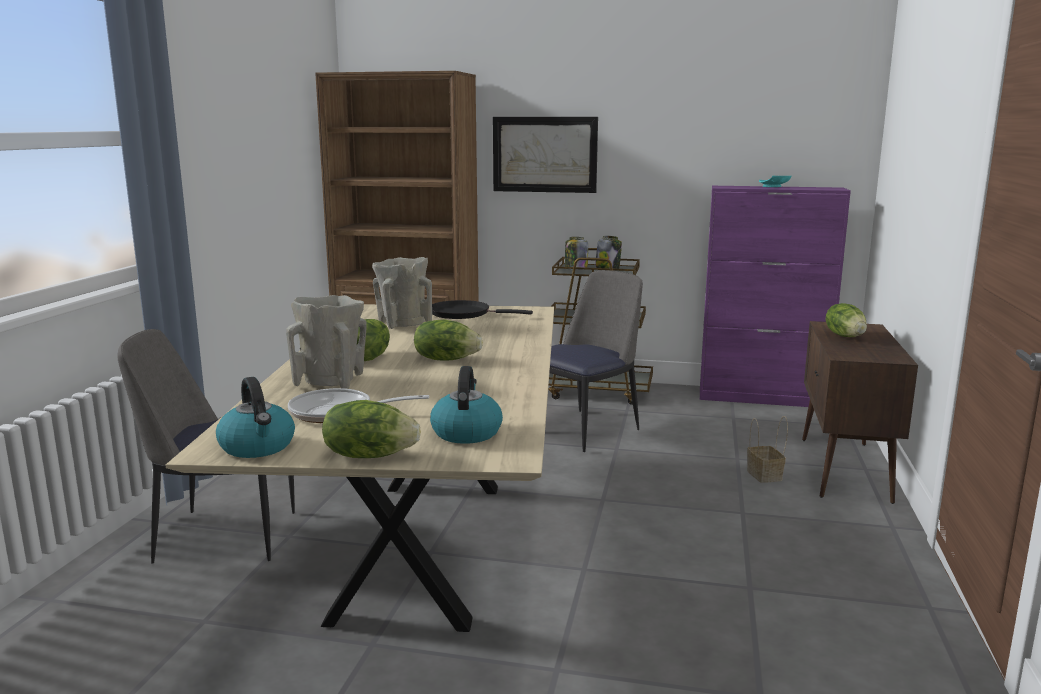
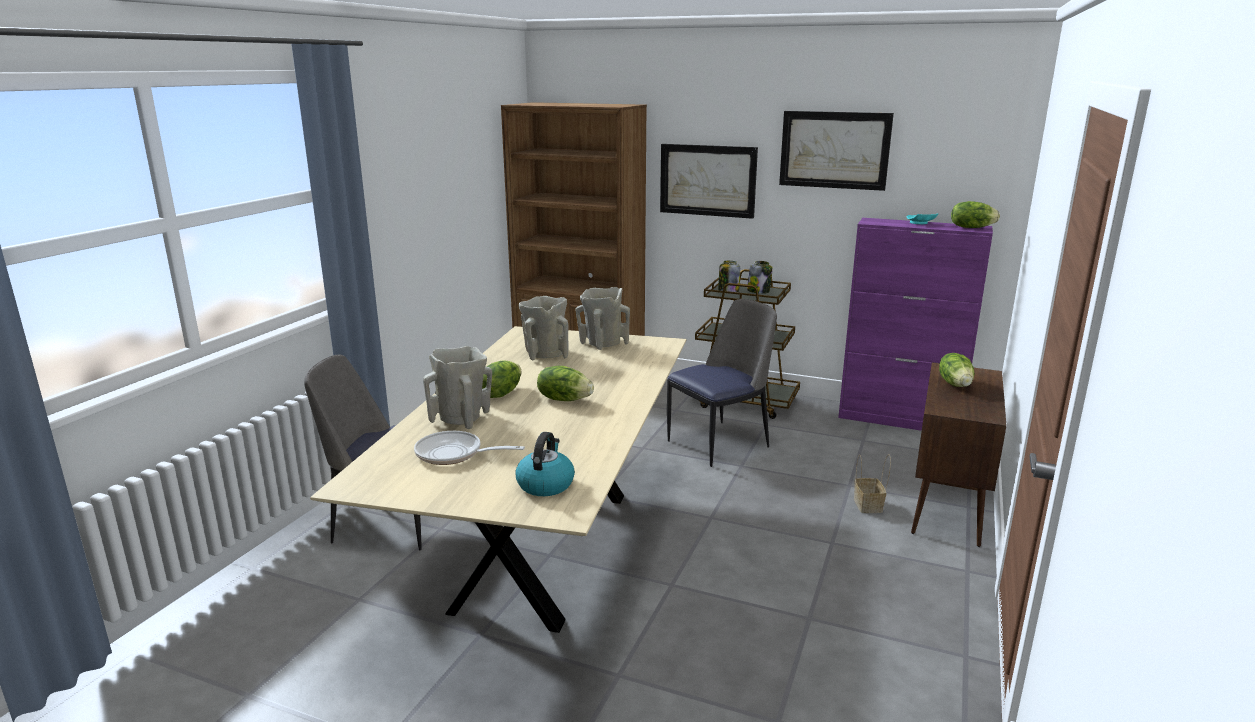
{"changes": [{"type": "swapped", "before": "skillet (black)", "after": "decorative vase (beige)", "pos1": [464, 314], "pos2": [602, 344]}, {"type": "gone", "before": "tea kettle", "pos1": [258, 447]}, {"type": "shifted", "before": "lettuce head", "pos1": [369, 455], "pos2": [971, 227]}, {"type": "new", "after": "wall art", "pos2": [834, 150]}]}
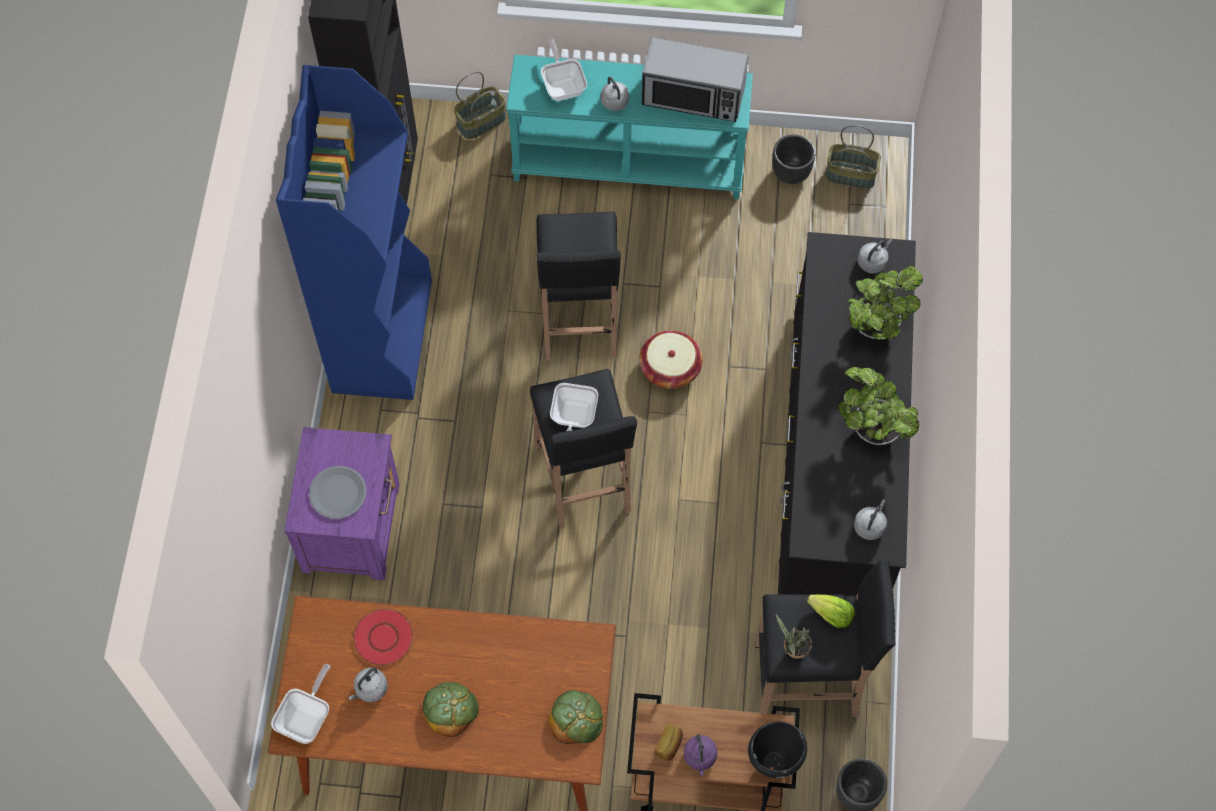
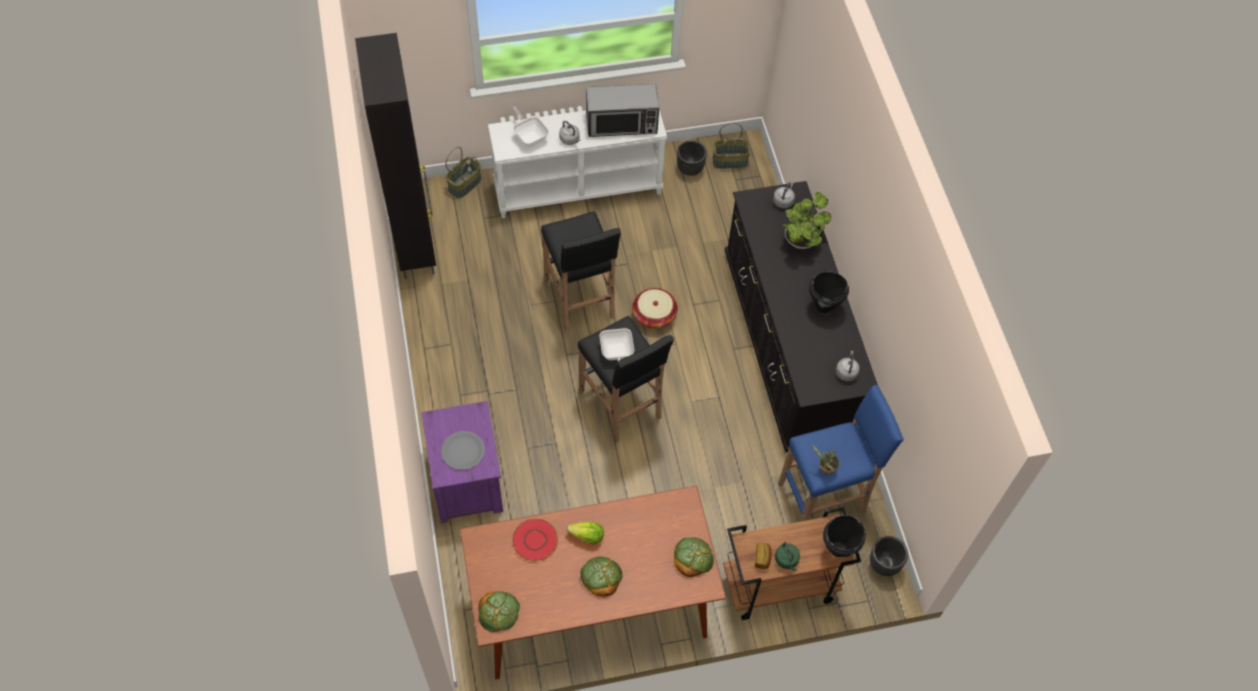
{"changes": [{"type": "repainted", "before": "console table (blue-green)", "after": "console table (white-coloured)", "pos1": [629, 163], "pos2": [578, 188]}, {"type": "gone", "before": "bookshelf (bluish)", "pos1": [382, 335]}, {"type": "swapped", "before": "plant in a pot", "after": "saucepot (black)", "pos1": [873, 427], "pos2": [824, 307]}, {"type": "repainted", "before": "sitting stool (black)", "after": "sitting stool (bluish)", "pos1": [809, 680], "pos2": [824, 497]}, {"type": "shifted", "before": "lettuce head", "pos1": [831, 615], "pos2": [587, 536]}, {"type": "swapped", "before": "skillet", "after": "bakery bread", "pos1": [307, 717], "pos2": [498, 612]}, {"type": "gone", "before": "tea kettle (greyish)", "pos1": [370, 690]}, {"type": "repainted", "before": "tea kettle (purple)", "after": "tea kettle (green-coloured)", "pos1": [700, 757], "pos2": [787, 560]}]}
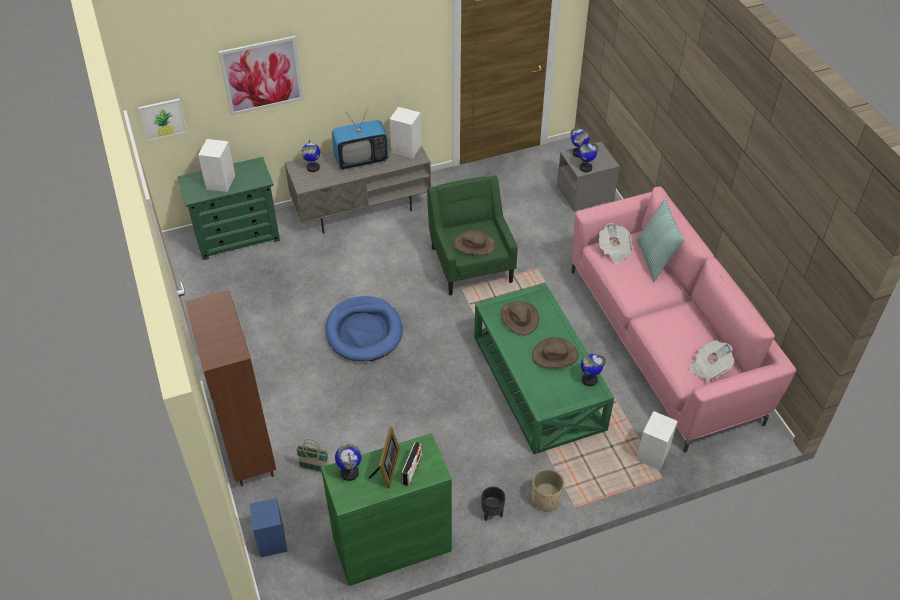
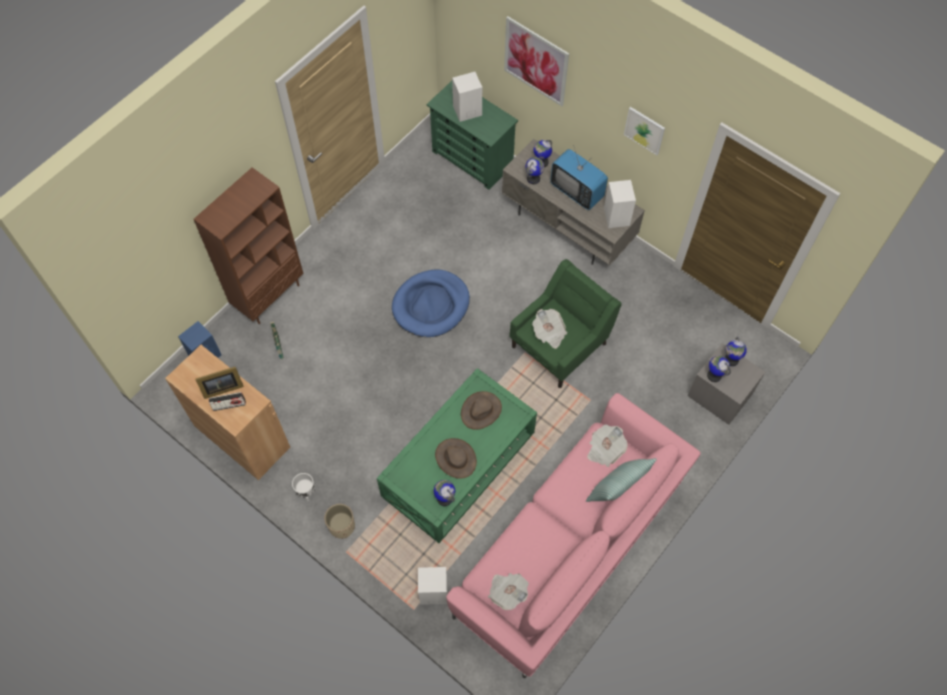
{"changes": [{"type": "shifted", "before": "wall art", "pos1": [163, 119], "pos2": [644, 130]}, {"type": "swapped", "before": "wearable hat (brownish)", "after": "printed paper", "pos1": [474, 245], "pos2": [549, 333]}, {"type": "repainted", "before": "storage cabinet (green-coloured)", "after": "storage cabinet (brownish)", "pos1": [392, 545], "pos2": [242, 436]}, {"type": "shifted", "before": "desk globe", "pos1": [350, 472], "pos2": [533, 179]}, {"type": "repainted", "before": "flower pot (black)", "after": "flower pot (white-coloured)", "pos1": [491, 514], "pos2": [306, 492]}]}
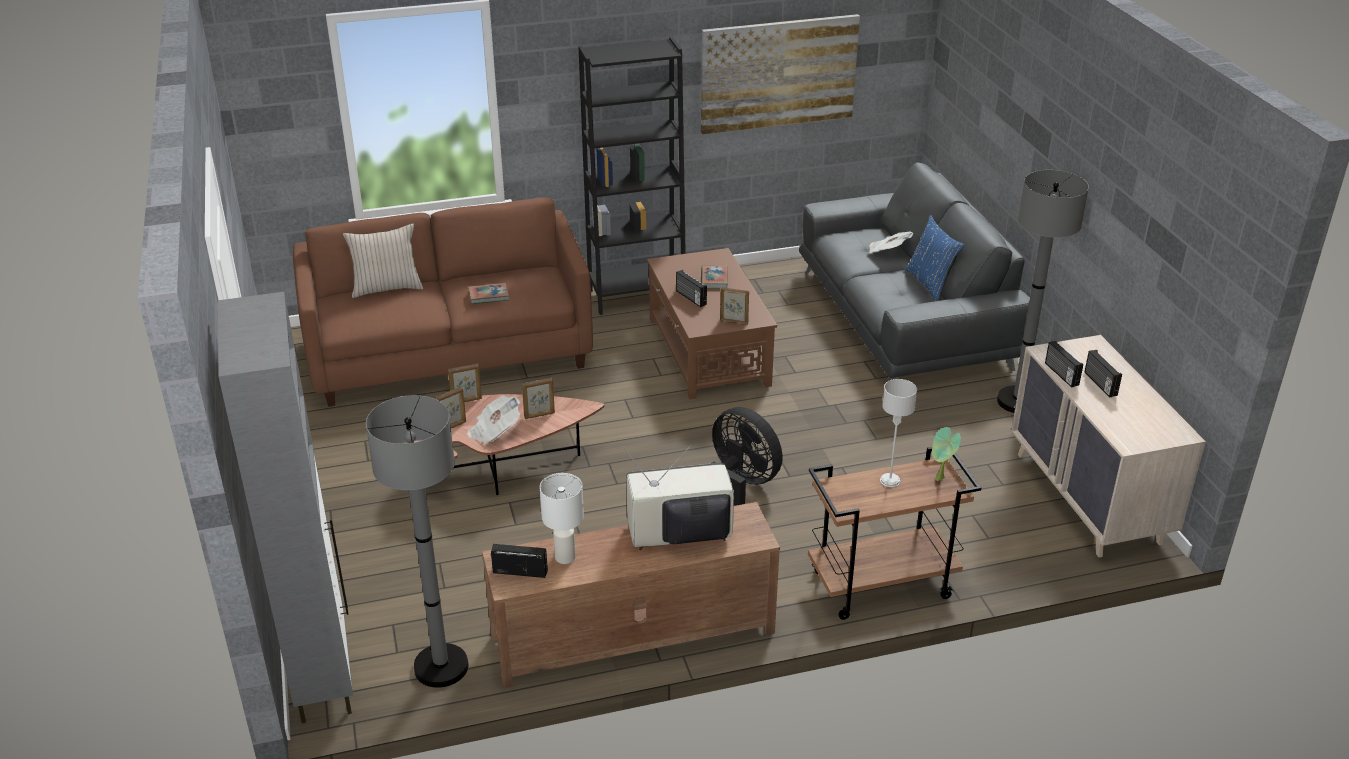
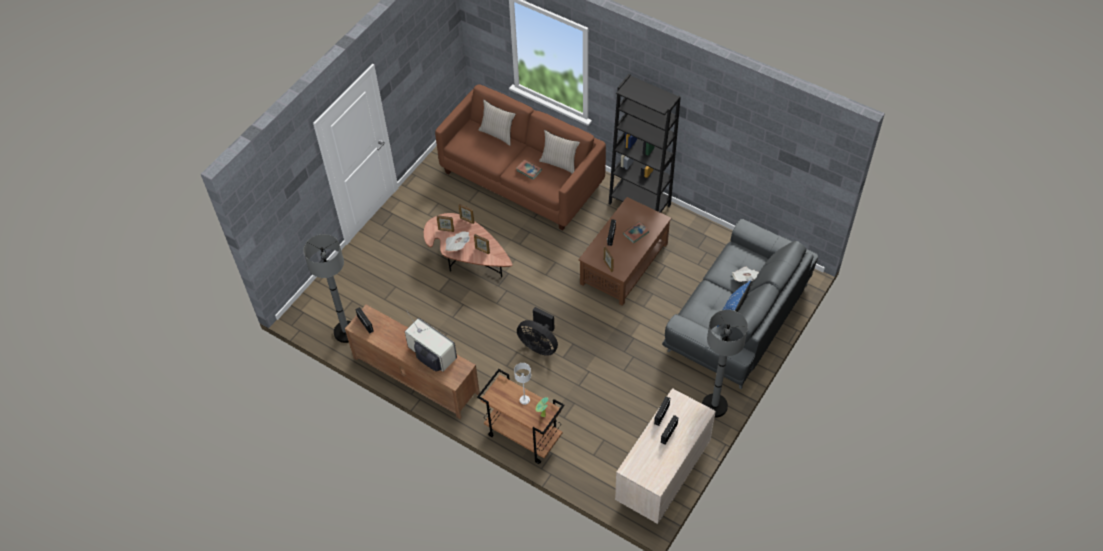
{"changes": [{"type": "gone", "before": "wall art", "pos1": [778, 73]}, {"type": "gone", "before": "storage cabinet (greyish)", "pos1": [323, 675]}, {"type": "rotated", "before": "fan (black)", "pos1": [740, 484], "pos2": [539, 344], "turn": 120}, {"type": "gone", "before": "table lamp (white-coloured)", "pos1": [566, 557]}, {"type": "new", "after": "throw pillow (beige)", "pos2": [559, 163]}]}
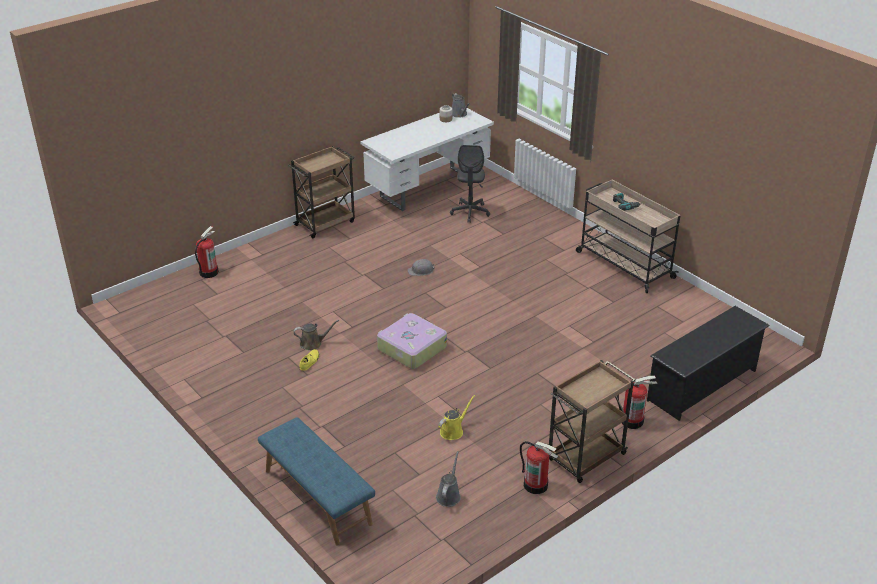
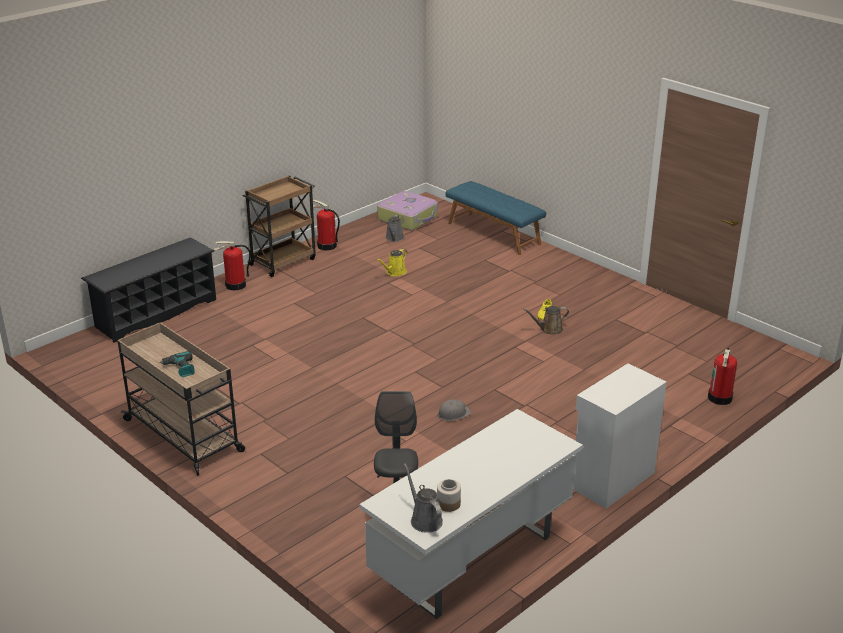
{"changes": [{"type": "swapped", "before": "trolley (brownish)", "after": "storage cabinet (white-coloured)", "pos1": [325, 223], "pos2": [611, 480]}, {"type": "shifted", "before": "suitcase", "pos1": [411, 348], "pos2": [408, 218]}]}
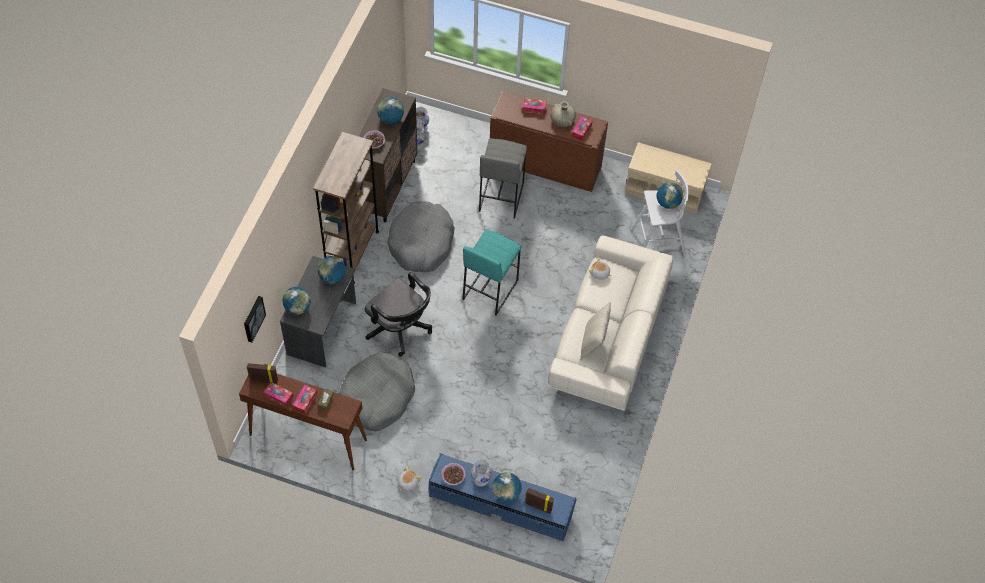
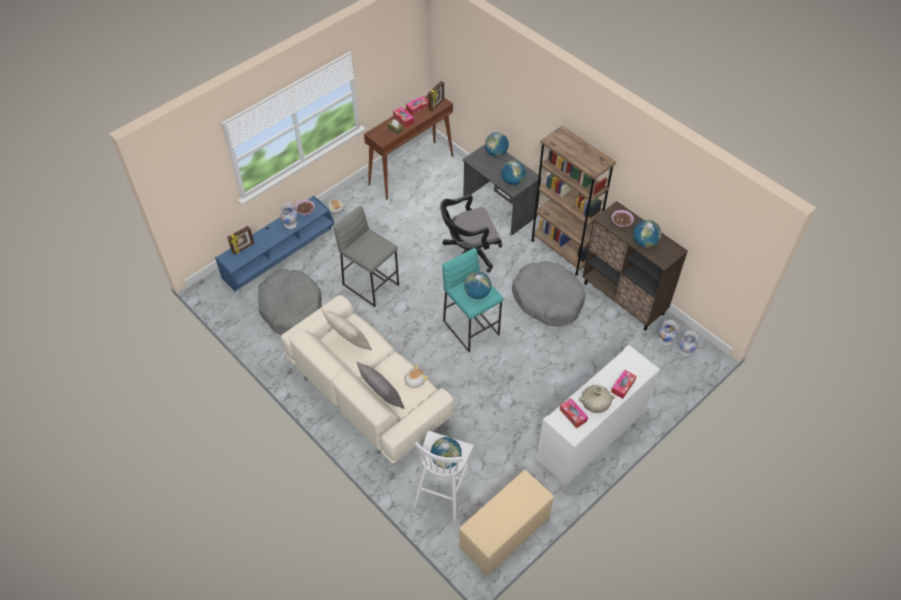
{"changes": [{"type": "repainted", "before": "storage cabinet (brownish)", "after": "storage cabinet (white-coloured)", "pos1": [545, 164], "pos2": [591, 435]}, {"type": "shifted", "before": "sitting stool (greyish)", "pos1": [500, 196], "pos2": [371, 284]}, {"type": "gone", "before": "wall art", "pos1": [253, 318]}, {"type": "shifted", "before": "dog bed (greyish)", "pos1": [377, 397], "pos2": [291, 308]}, {"type": "shifted", "before": "desk globe", "pos1": [506, 493], "pos2": [477, 293]}, {"type": "new", "after": "throw pillow (greyish)", "pos2": [382, 397]}]}
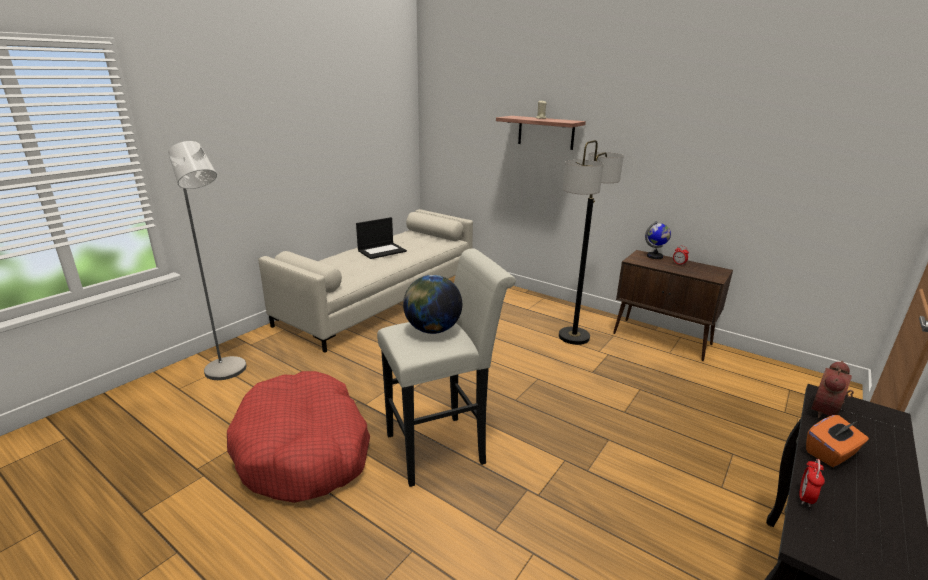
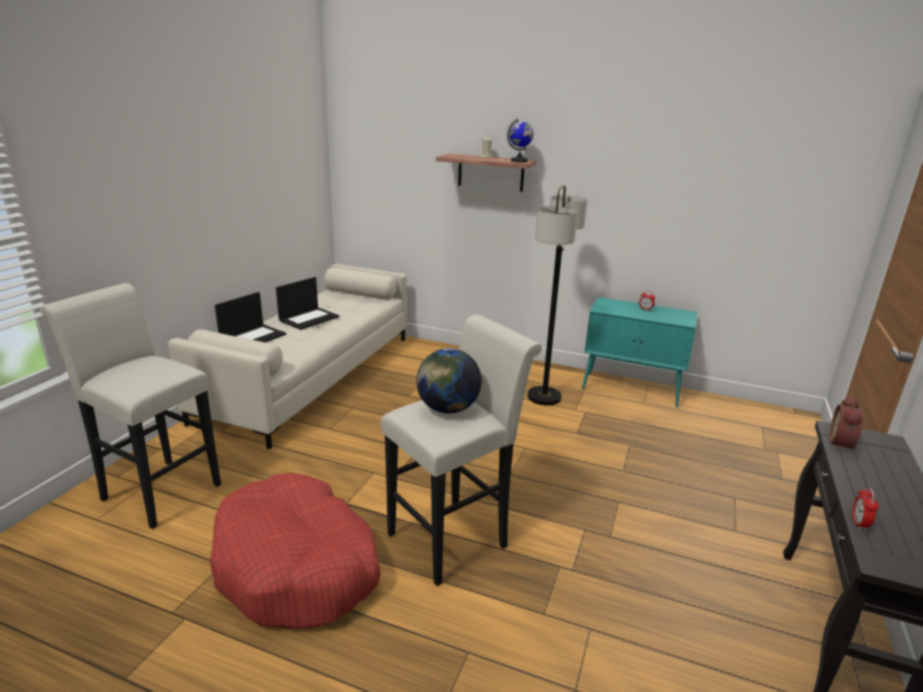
{"changes": [{"type": "swapped", "before": "floor lamp (greyish)", "after": "sitting stool (white-coloured)", "pos1": [229, 372], "pos2": [156, 489]}, {"type": "shifted", "before": "desk globe", "pos1": [655, 256], "pos2": [519, 161]}, {"type": "repainted", "before": "storage cabinet (brownish)", "after": "storage cabinet (blue-green)", "pos1": [662, 339], "pos2": [632, 389]}, {"type": "gone", "before": "tissue holder (orangey)", "pos1": [831, 453]}, {"type": "new", "after": "notebook computer", "pos2": [253, 337]}]}
